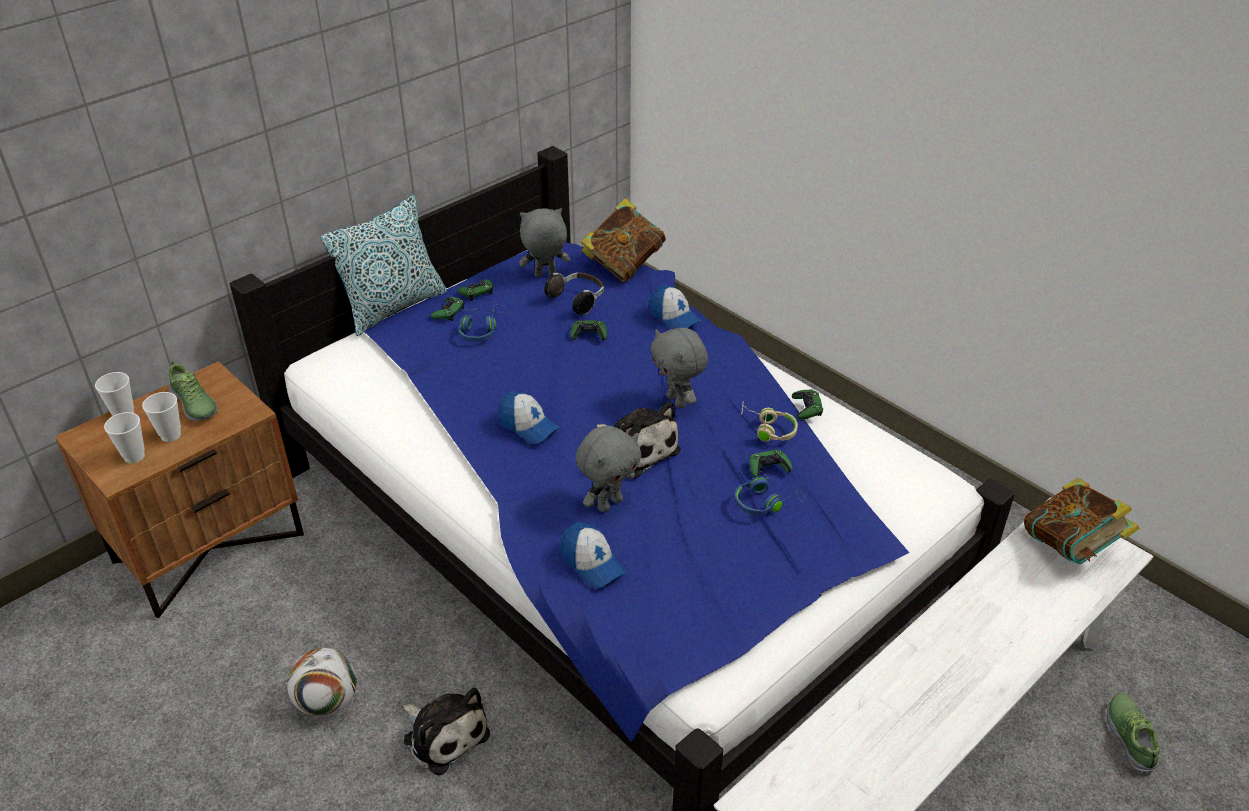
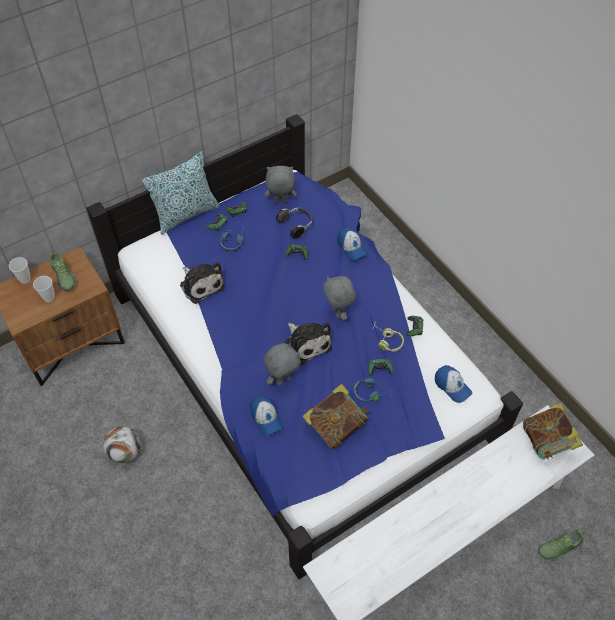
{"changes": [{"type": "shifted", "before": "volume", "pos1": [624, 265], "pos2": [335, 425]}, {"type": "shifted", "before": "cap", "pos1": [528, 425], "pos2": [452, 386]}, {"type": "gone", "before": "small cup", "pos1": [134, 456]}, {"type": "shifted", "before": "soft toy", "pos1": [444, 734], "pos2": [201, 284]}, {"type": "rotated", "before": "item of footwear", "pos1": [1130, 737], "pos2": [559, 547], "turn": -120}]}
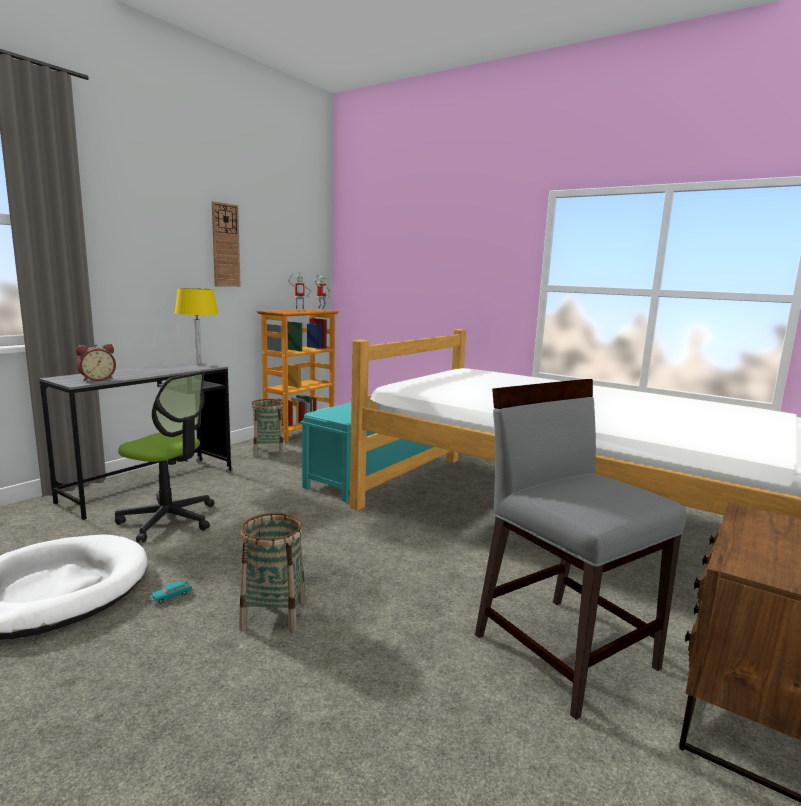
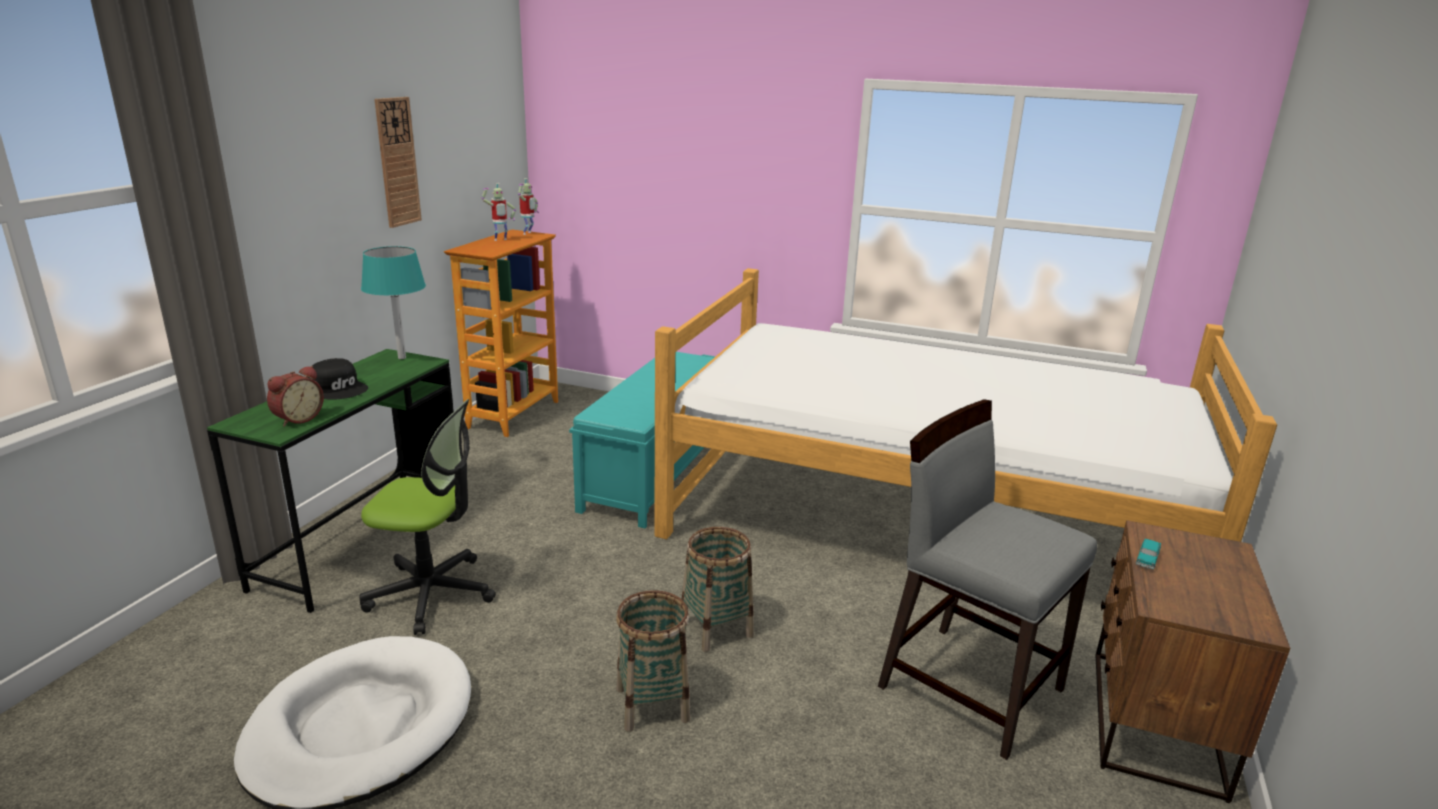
{"changes": [{"type": "repainted", "before": "table lamp (yellow)", "after": "table lamp (blue-green)", "pos1": [199, 364], "pos2": [402, 358]}, {"type": "repainted", "before": "desk (greyish)", "after": "desk (green-coloured)", "pos1": [150, 486], "pos2": [363, 542]}, {"type": "shifted", "before": "storage basket", "pos1": [268, 451], "pos2": [716, 628]}, {"type": "shifted", "before": "toy car", "pos1": [171, 596], "pos2": [1147, 559]}, {"type": "new", "after": "cap (black)", "pos2": [338, 388]}]}
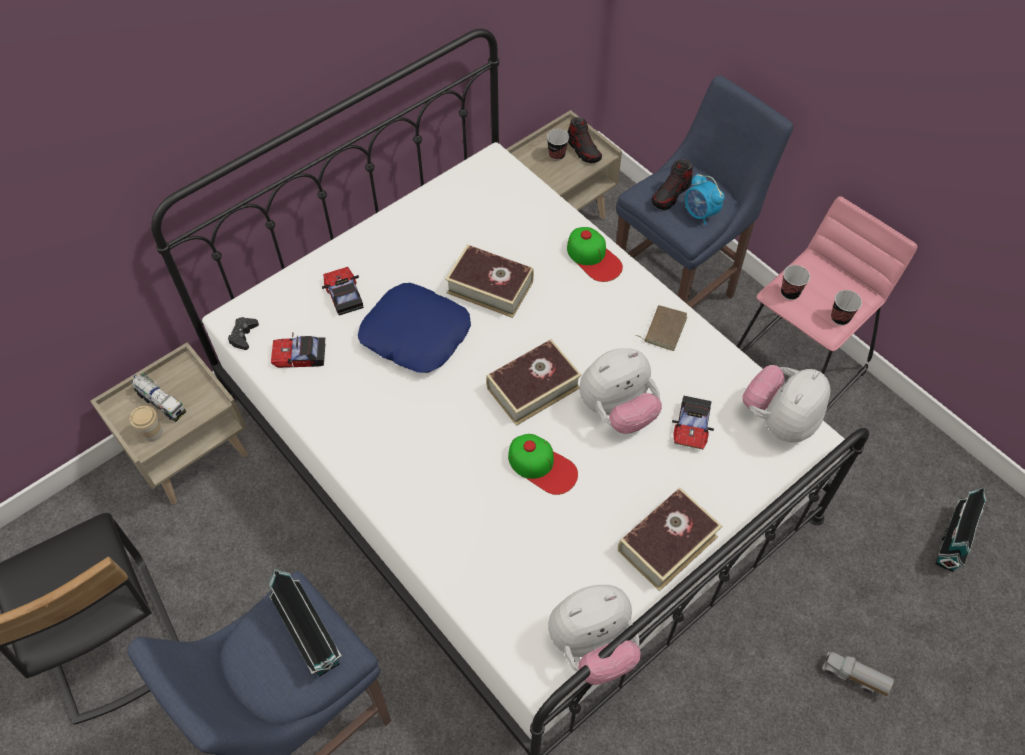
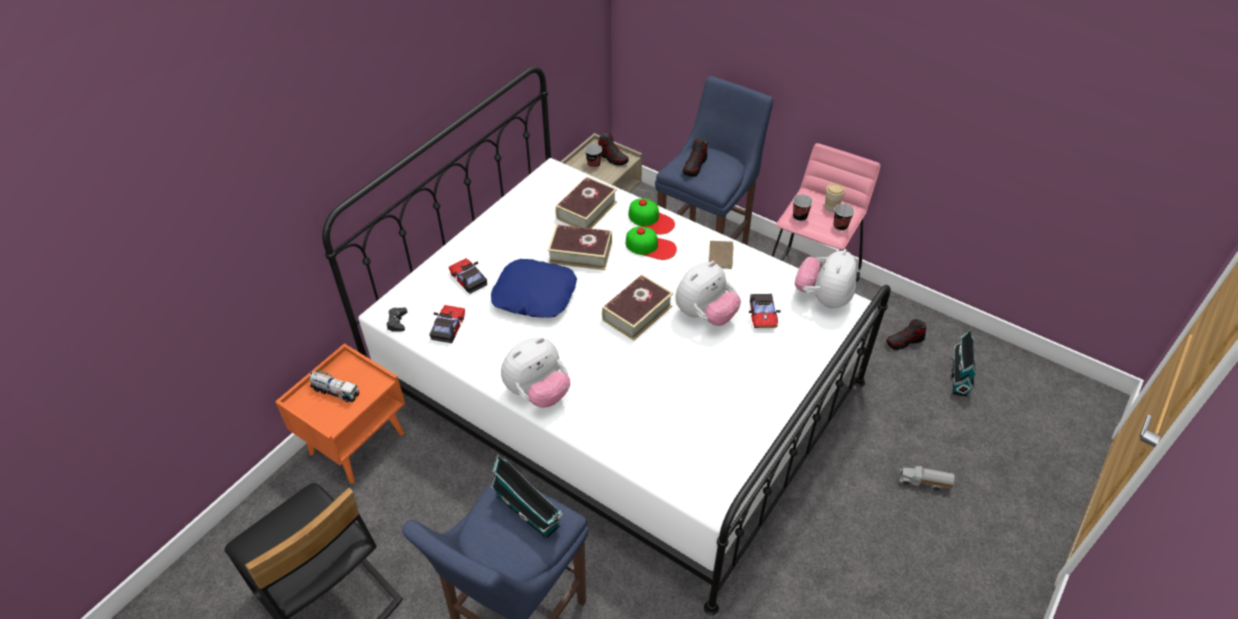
{"changes": [{"type": "gone", "before": "alarm clock", "pos1": [700, 214]}, {"type": "rotated", "before": "toy car", "pos1": [300, 355], "pos2": [448, 327], "turn": 120}, {"type": "repainted", "before": "night table (beige)", "after": "night table (orangey)", "pos1": [193, 454], "pos2": [357, 442]}, {"type": "shifted", "before": "small cup", "pos1": [152, 433], "pos2": [831, 207]}, {"type": "shifted", "before": "cap", "pos1": [542, 466], "pos2": [651, 246]}, {"type": "shifted", "before": "volume", "pos1": [667, 543], "pos2": [586, 210]}, {"type": "shifted", "before": "soft toy", "pos1": [592, 646], "pos2": [537, 393]}, {"type": "new", "after": "item of footwear", "pos2": [904, 341]}]}
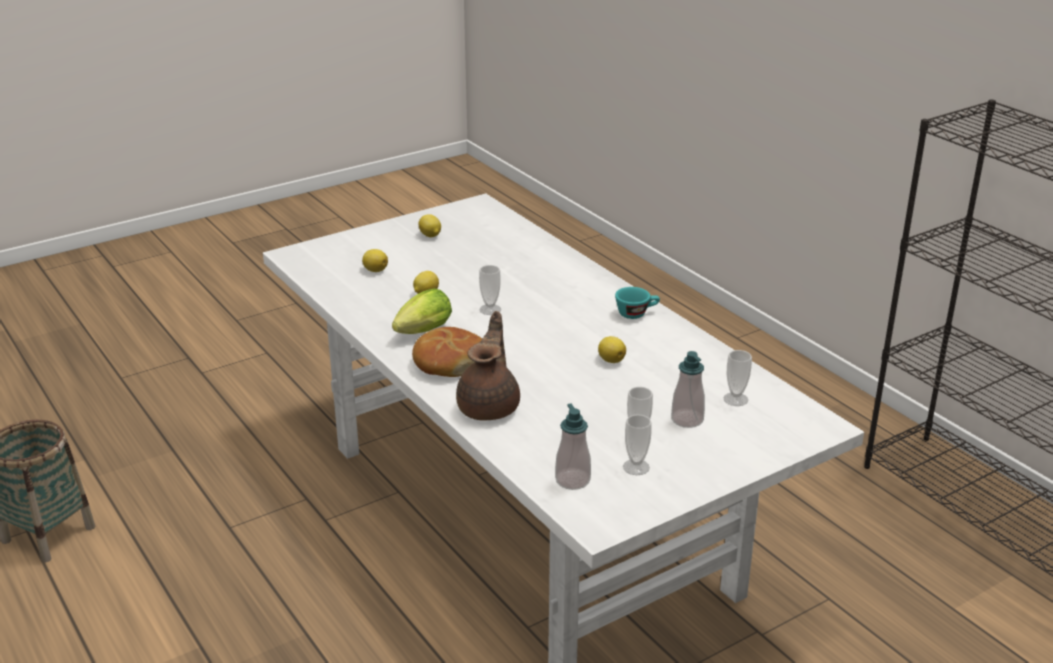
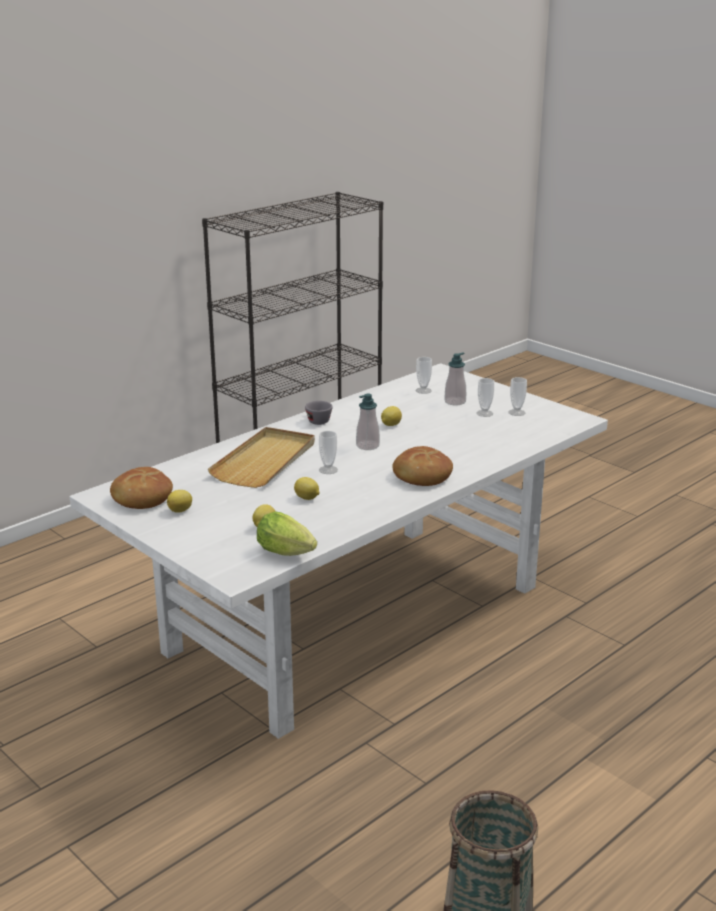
{"changes": [{"type": "repainted", "before": "small cup (blue-green)", "after": "small cup (greyish)", "pos1": [636, 313], "pos2": [317, 420]}, {"type": "shifted", "before": "lettuce head", "pos1": [421, 333], "pos2": [288, 553]}, {"type": "gone", "before": "tea pot (brownish)", "pos1": [490, 407]}, {"type": "shifted", "before": "soap dispenser", "pos1": [572, 480], "pos2": [367, 446]}, {"type": "new", "after": "carrying tray (beige)", "pos2": [265, 461]}, {"type": "new", "after": "bakery bread", "pos2": [142, 498]}]}
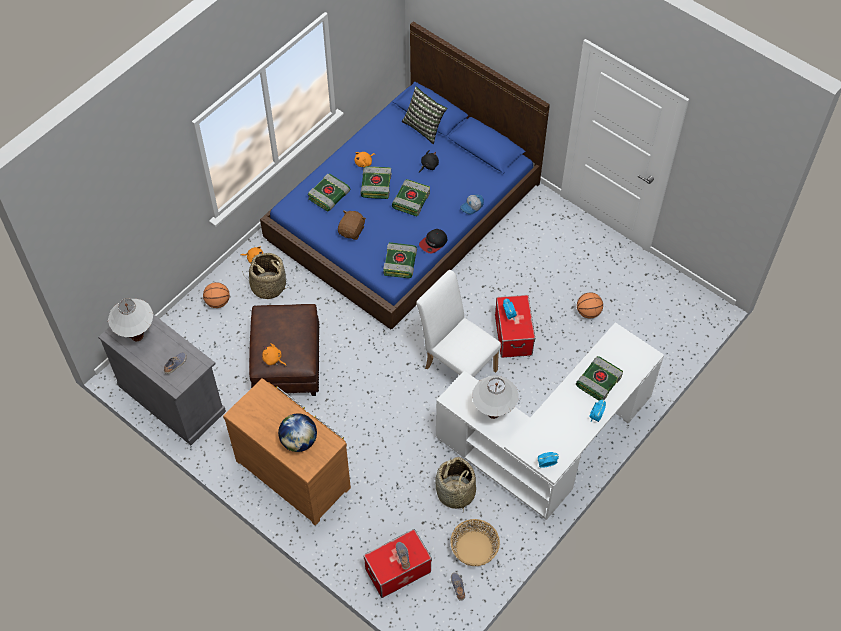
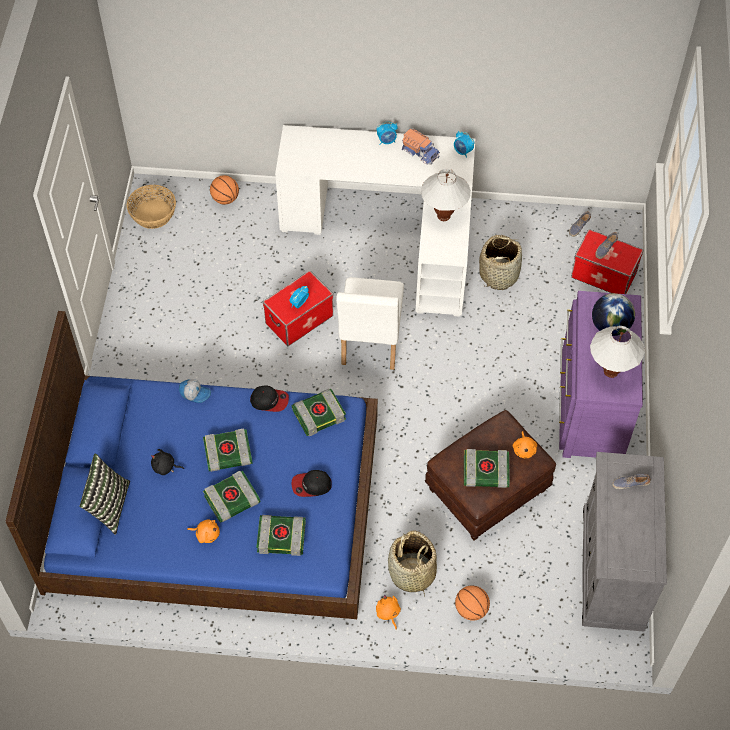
{"changes": [{"type": "swapped", "before": "soft toy (brownish)", "after": "cap", "pos1": [352, 231], "pos2": [311, 485]}, {"type": "shifted", "before": "basketball ball", "pos1": [588, 312], "pos2": [225, 199]}, {"type": "shifted", "before": "table lamp (white-coloured)", "pos1": [137, 336], "pos2": [610, 372]}, {"type": "shifted", "before": "volume", "pos1": [598, 380], "pos2": [485, 473]}, {"type": "repainted", "before": "drawer chest (brownish)", "after": "drawer chest (purple)", "pos1": [294, 471], "pos2": [589, 407]}, {"type": "shifted", "before": "storage basket", "pos1": [474, 548], "pos2": [153, 214]}, {"type": "new", "after": "toy truck", "pos2": [420, 152]}]}
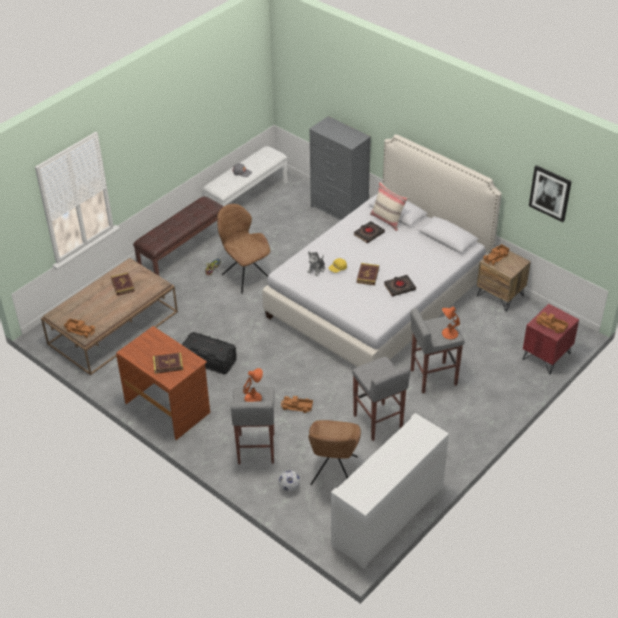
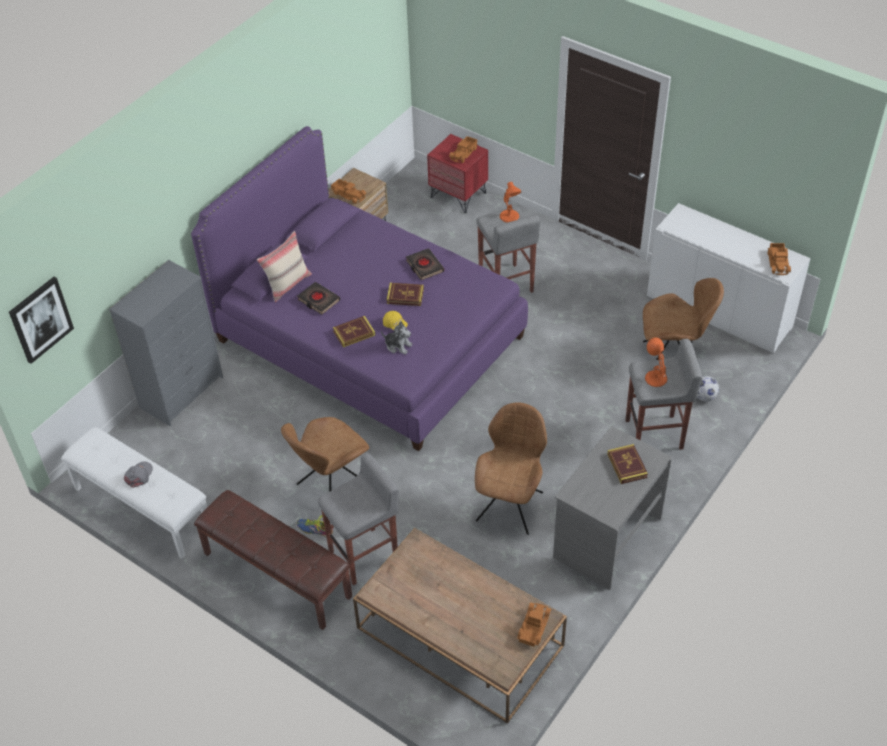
{"changes": [{"type": "repainted", "before": "sleeping bed (white-coloured)", "after": "sleeping bed (purple)", "pos1": [379, 297], "pos2": [369, 338]}, {"type": "shifted", "before": "wall art", "pos1": [550, 193], "pos2": [40, 319]}, {"type": "shifted", "before": "volume", "pos1": [123, 285], "pos2": [354, 333]}, {"type": "repainted", "before": "desk (brownish)", "after": "desk (greyish)", "pos1": [168, 407], "pos2": [606, 537]}, {"type": "swapped", "before": "storage container (black)", "after": "plain chair (brownish)", "pos1": [209, 360], "pos2": [510, 504]}, {"type": "shifted", "before": "sitting stool (greyish)", "pos1": [377, 422], "pos2": [365, 556]}, {"type": "shifted", "before": "toy truck", "pos1": [297, 407], "pos2": [778, 262]}]}
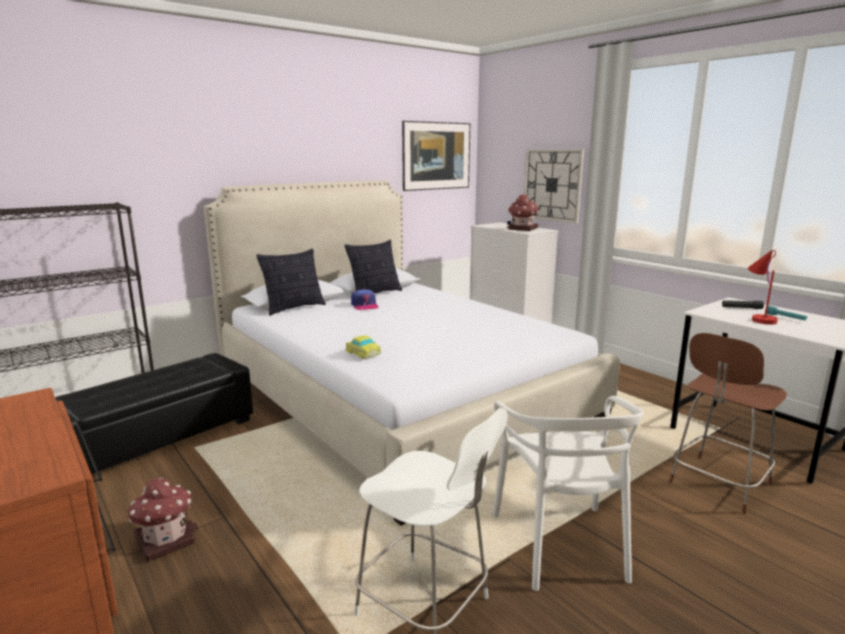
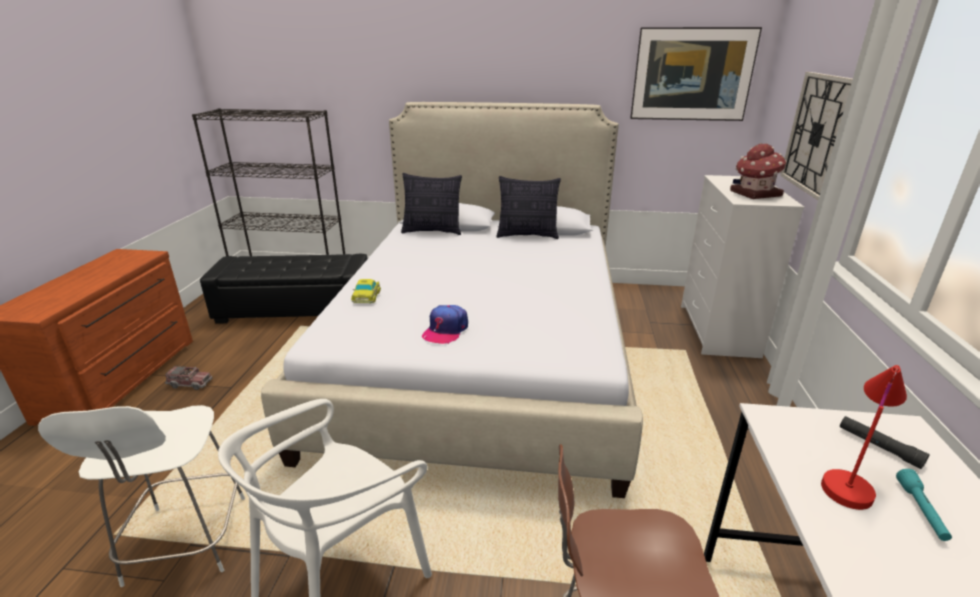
{"changes": [{"type": "shifted", "before": "cap", "pos1": [364, 305], "pos2": [445, 330]}, {"type": "swapped", "before": "miniature house", "after": "toy truck", "pos1": [165, 539], "pos2": [190, 383]}]}
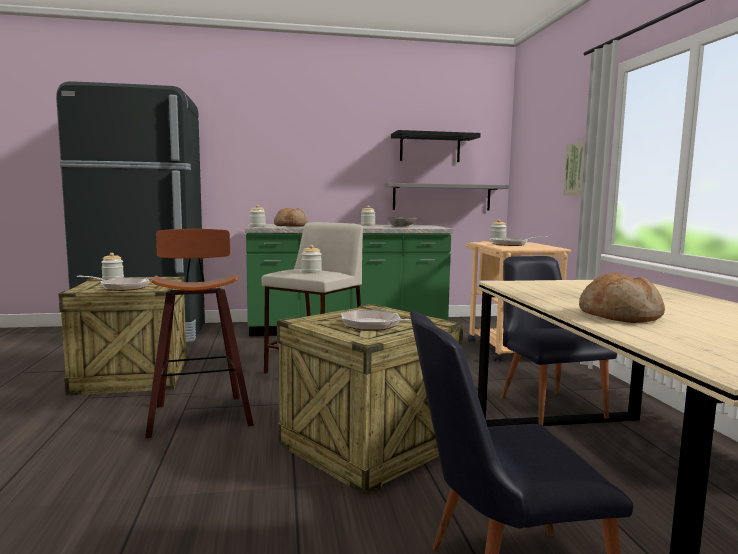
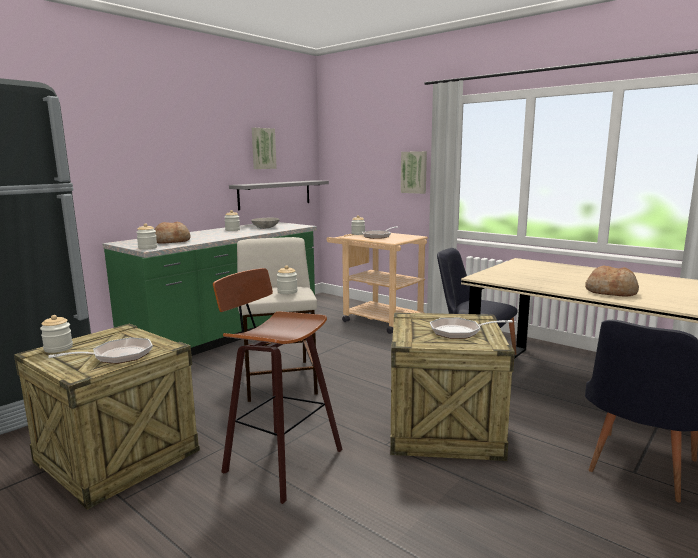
{"changes": [{"type": "swapped", "before": "shelf (black)", "after": "wall art", "pos1": [430, 148], "pos2": [263, 148]}]}
